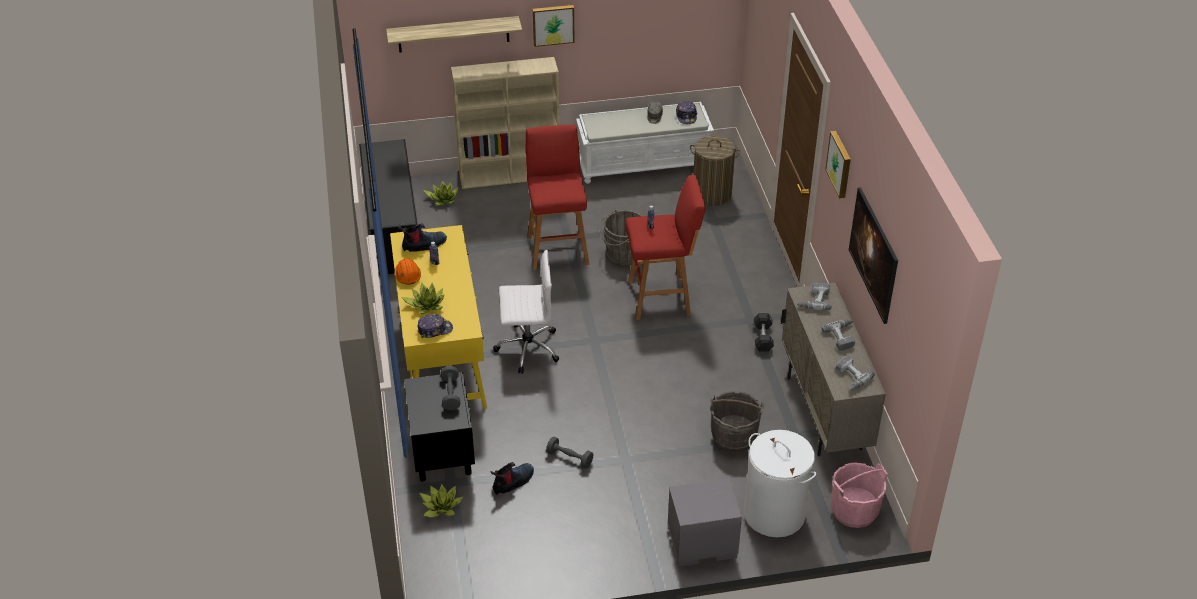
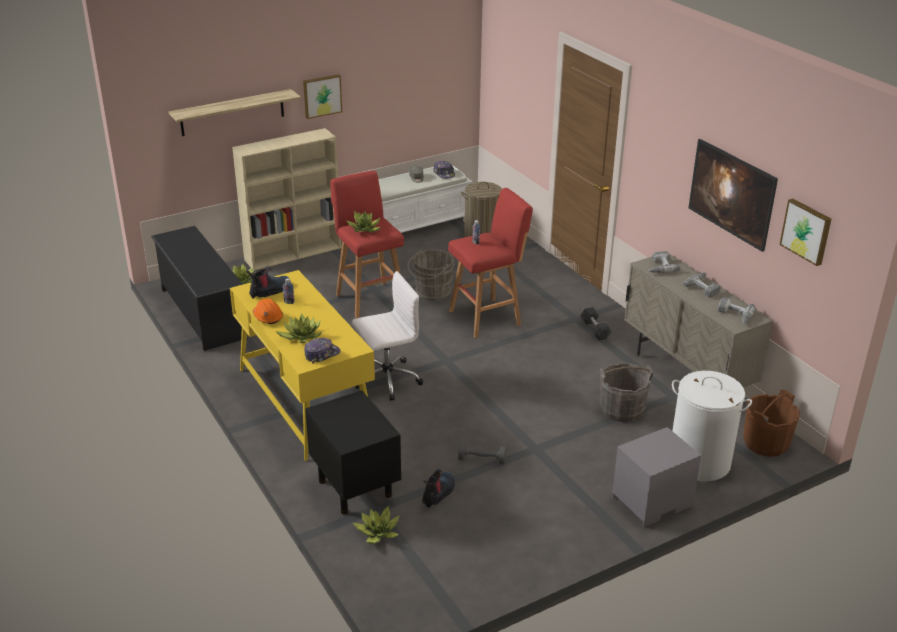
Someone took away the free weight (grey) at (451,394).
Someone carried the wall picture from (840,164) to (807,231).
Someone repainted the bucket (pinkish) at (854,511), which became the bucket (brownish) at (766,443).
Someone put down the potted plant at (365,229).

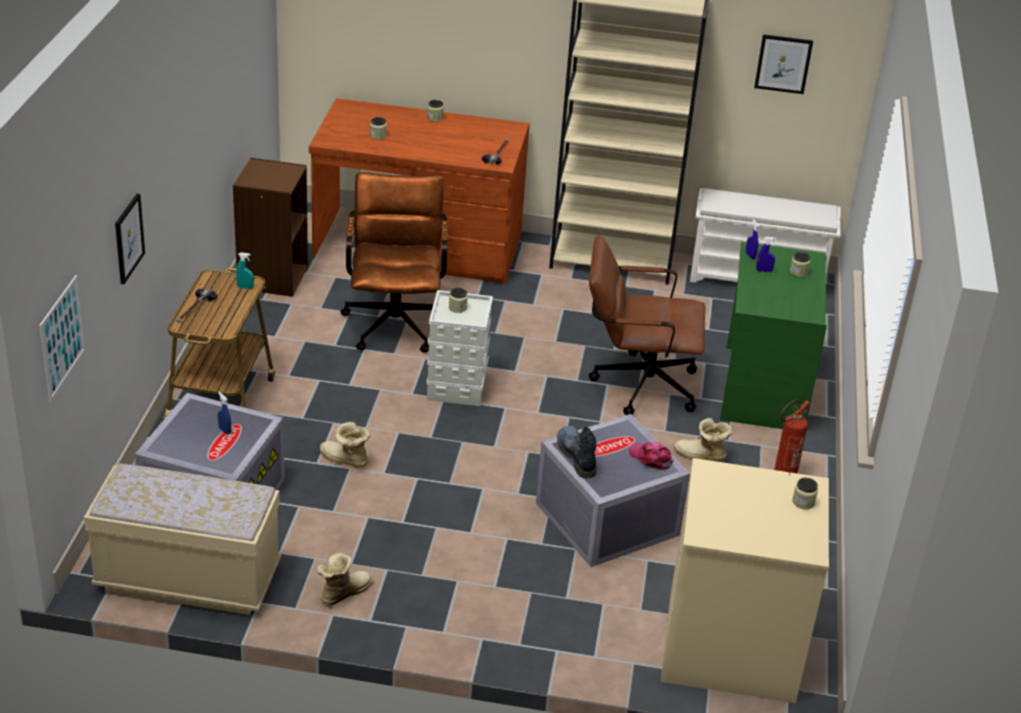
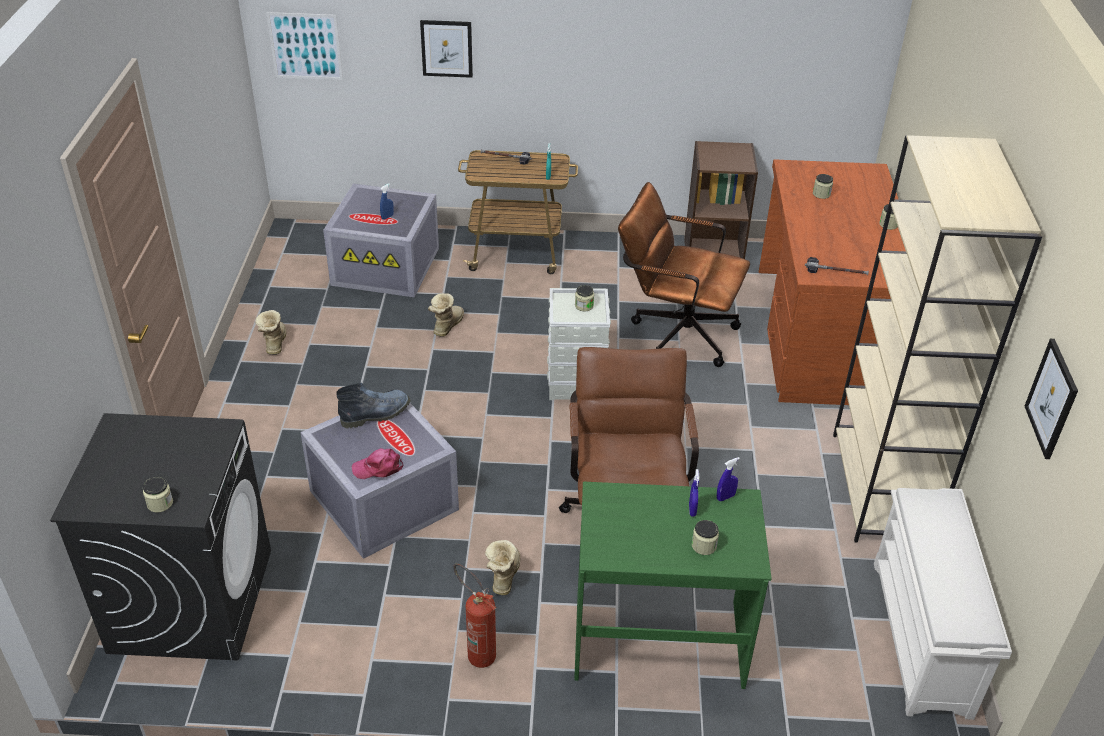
Someone took away the bench (beige) at (188,579).
Someone rotated the boot at (343,592) by 135 degrees counterclockwise.
Someone rotated the desk chair (brownish) at (395,320) by 150 degrees counterclockwise.
Someone rotated the baseball cap (pinkish) at (651,458) by 135 degrees counterclockwise.
Someone repainted the laundry machine (beige) at (729,647), which became the laundry machine (black-coloured) at (192,599).

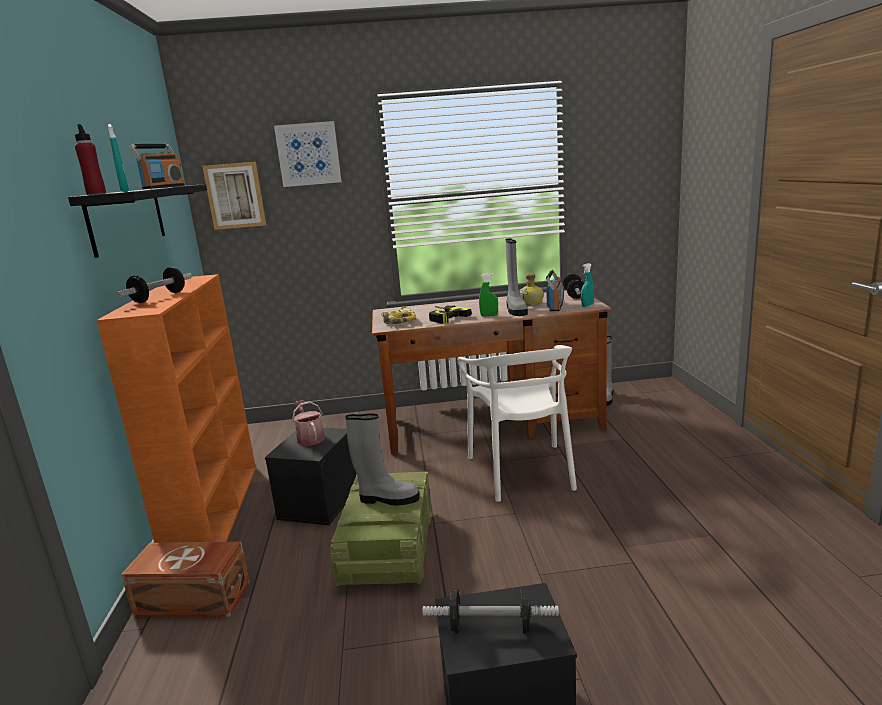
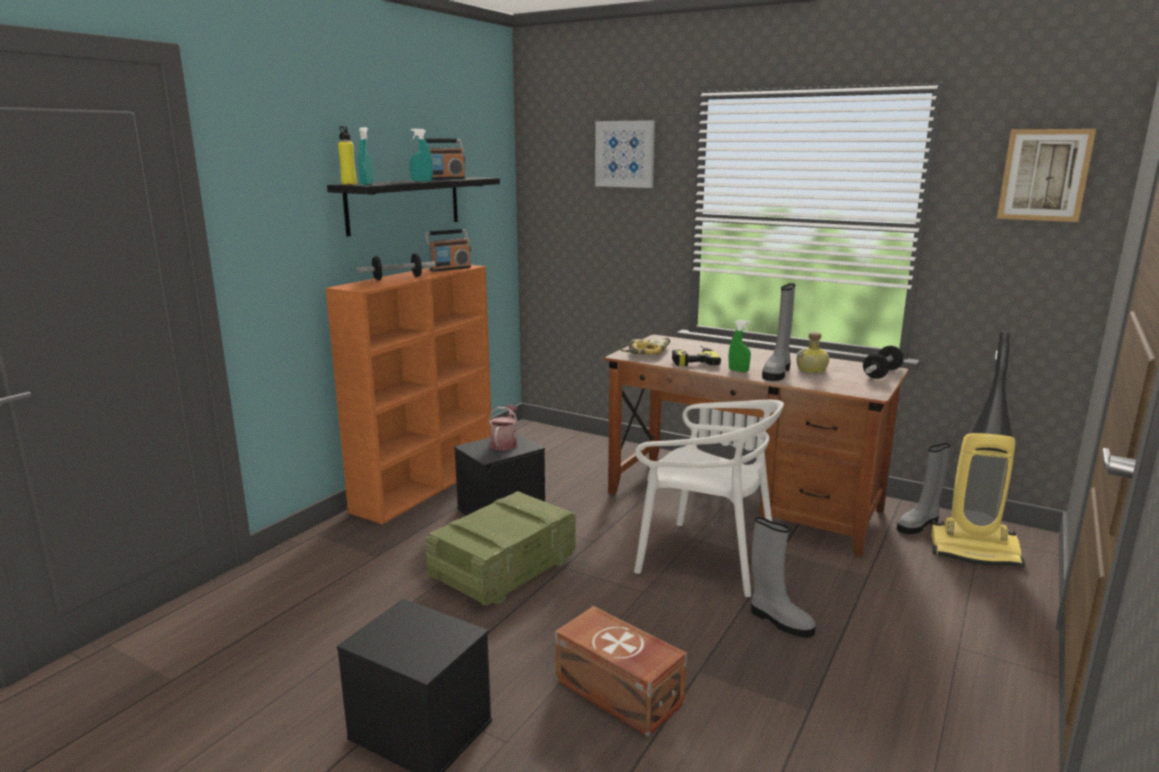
Someone repainted the bottle (red) at (96,194), which became the bottle (yellow-coloured) at (349,184).
Someone carried the storage container (brownish) from (193,599) to (619,693).
Someone carried the wall picture from (235,195) to (1044,175).
Someone carried the boot (grey) from (387,499) to (779,621).
Someone took away the free weight at (491,627).
Someone rotated the upright chair (white-coloured) at (522,471) by 90 degrees counterclockwise.
Someone carried the radio receiver from (555,306) to (450,269).
Someone carried the spray bottle (turquoise-coloured) from (587,305) to (422,181).
Someone put down the hoover at (974,550).

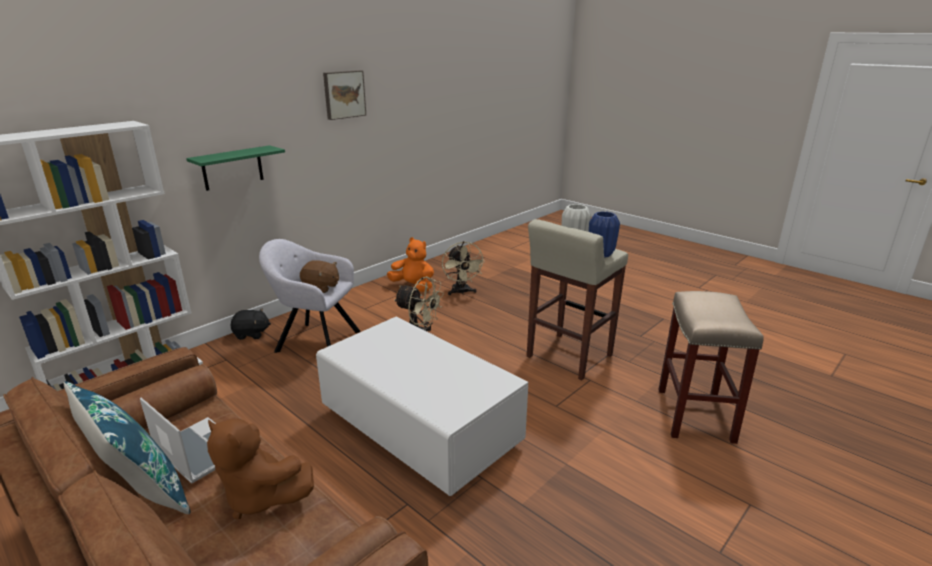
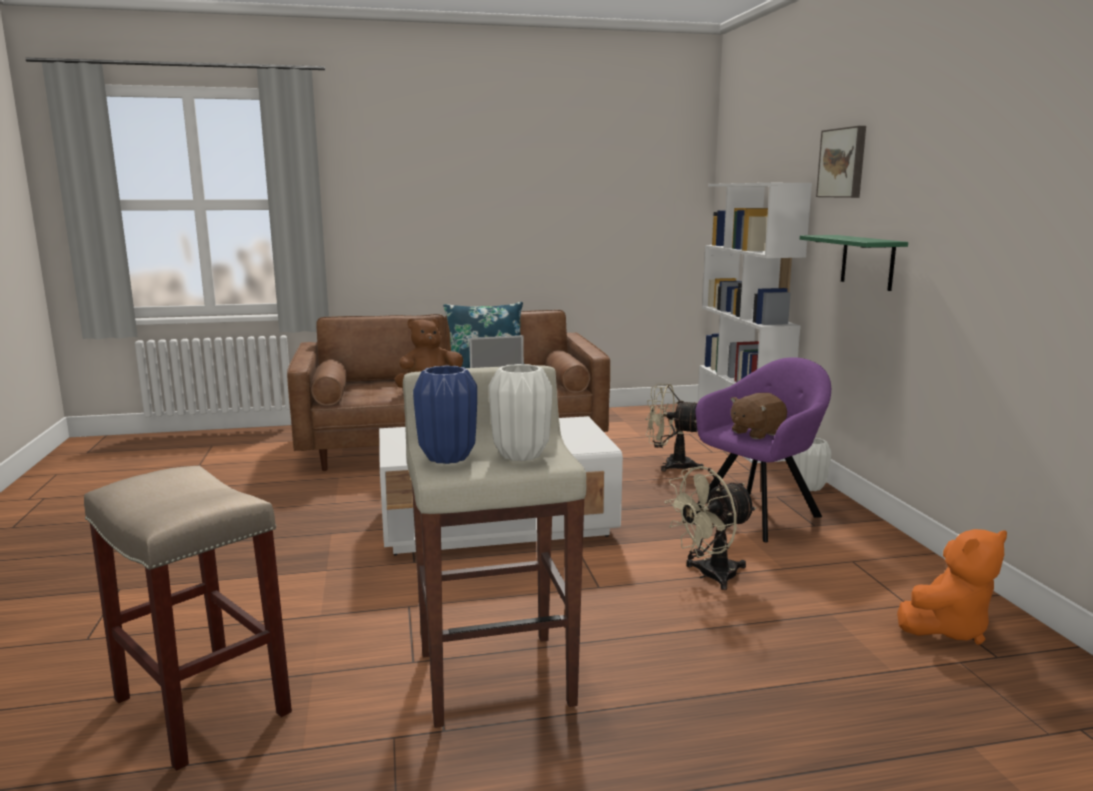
Someone swapped the plush toy (black-coloured) at (251,334) for the flower vase (white-coloured) at (810,487).
Someone repainted the armchair (grey) at (315,340), which became the armchair (purple) at (759,513).
Someone carried the wall picture from (344,94) to (843,163).
Someone carried the cooling fan (beige) from (461,292) to (670,465).

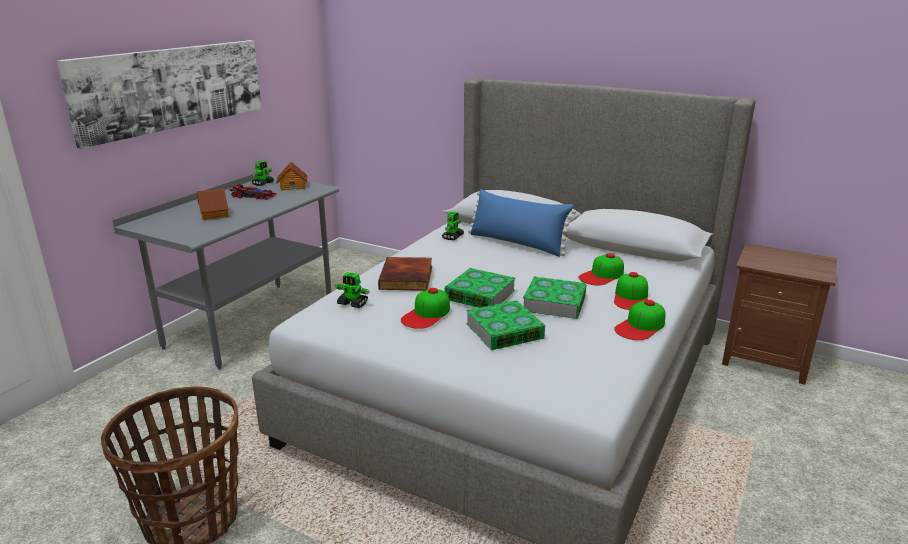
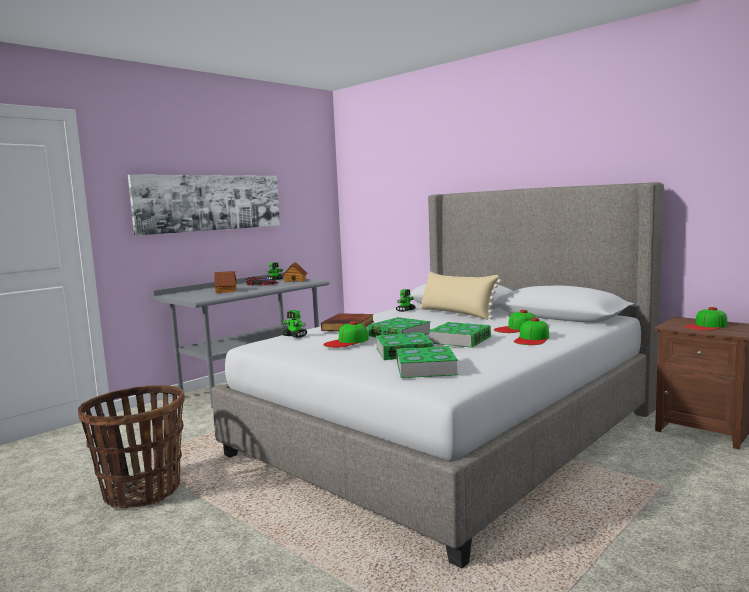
Someone repainted the pillow (blue-coloured) at (517,243), which became the pillow (beige) at (456,313).
Someone carried the baseball cap from (640,326) to (706,326).
Someone put down the volume at (426,368).

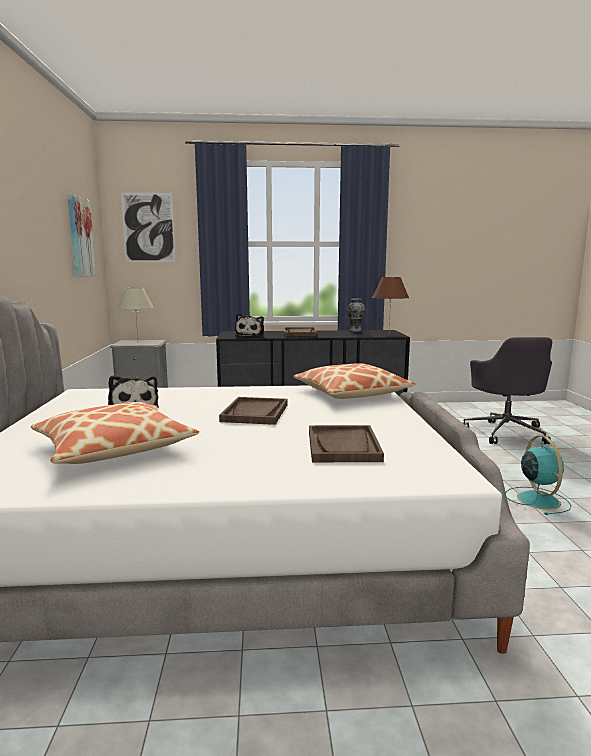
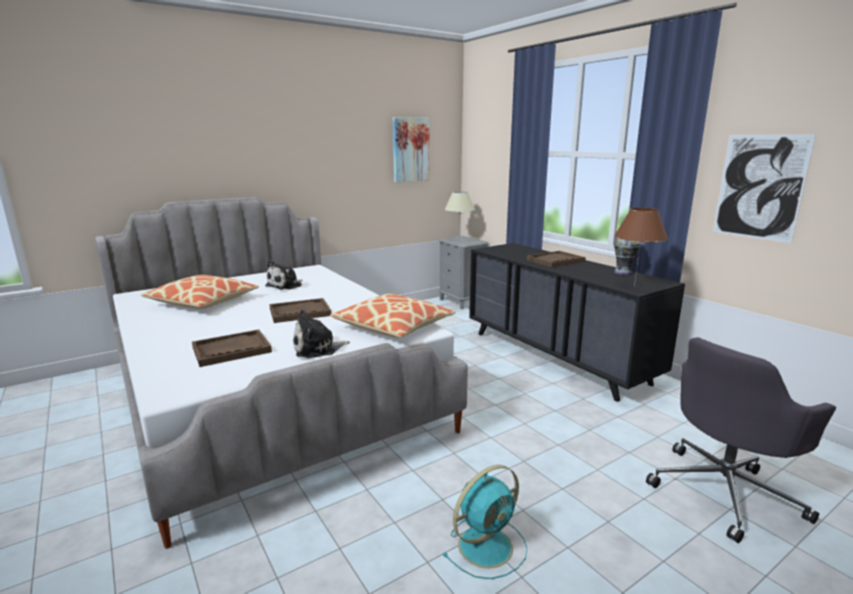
Someone carried the wall picture from (148,227) to (759,187).
Someone carried the plush toy from (251,335) to (317,348).

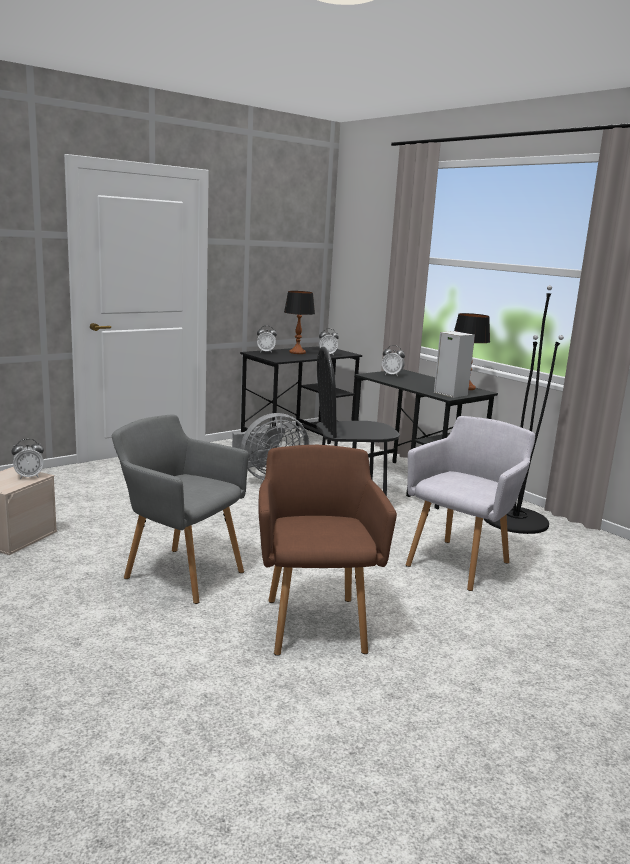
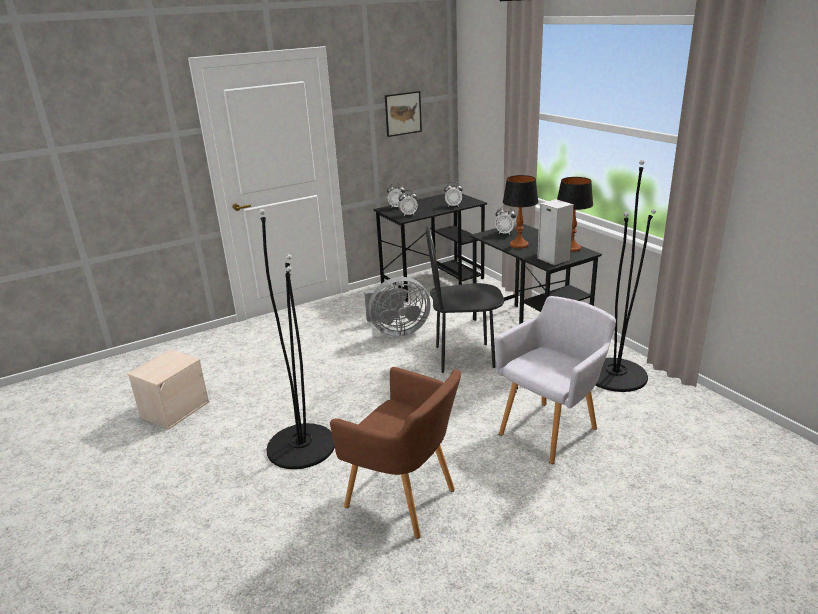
Someone carried the bedside clock from (29,477) to (408,215).
Someone swapped the armchair (grey) at (180,572) for the standard lamp (black-coloured) at (301,446).
Someone rotated the armchair (brownish) at (315,621) by 120 degrees clockwise.
Someone carried the tabletop lamp from (297,352) to (519,245).
Someone put up the wall picture at (403,113).

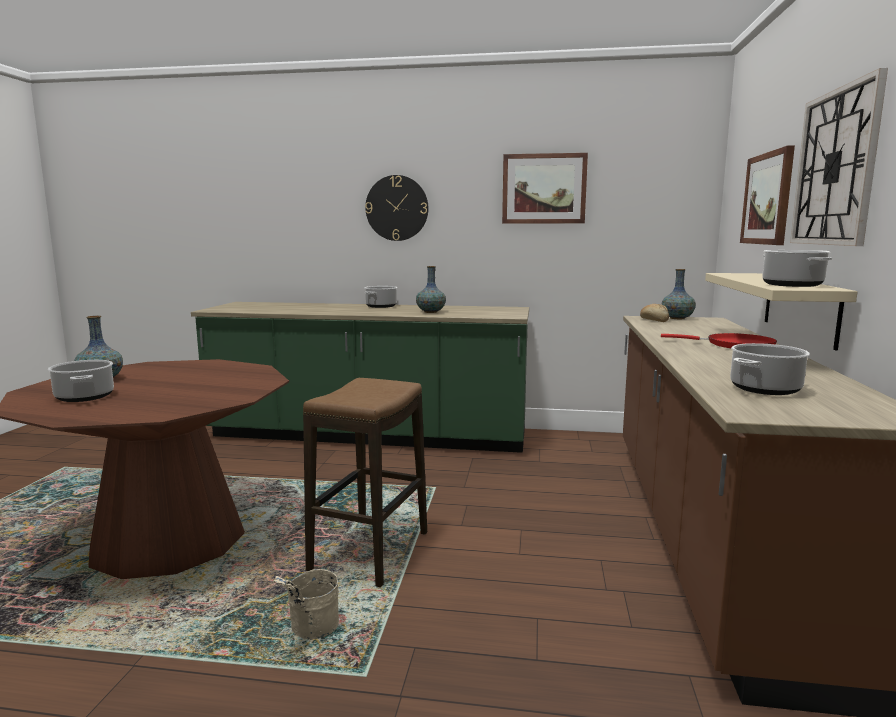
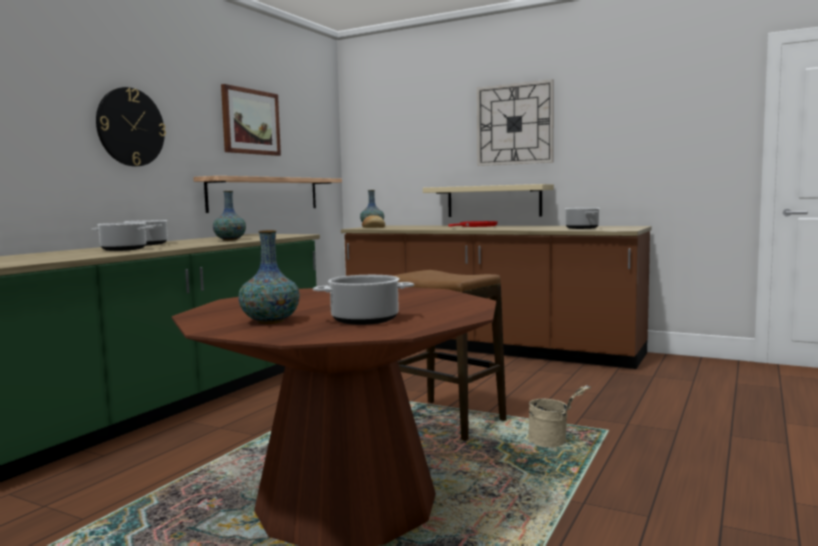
Someone took away the wall picture at (767,199).
Someone carried the saucepot from (793,285) to (124,249).
Someone put up the bracket shelf at (265,194).

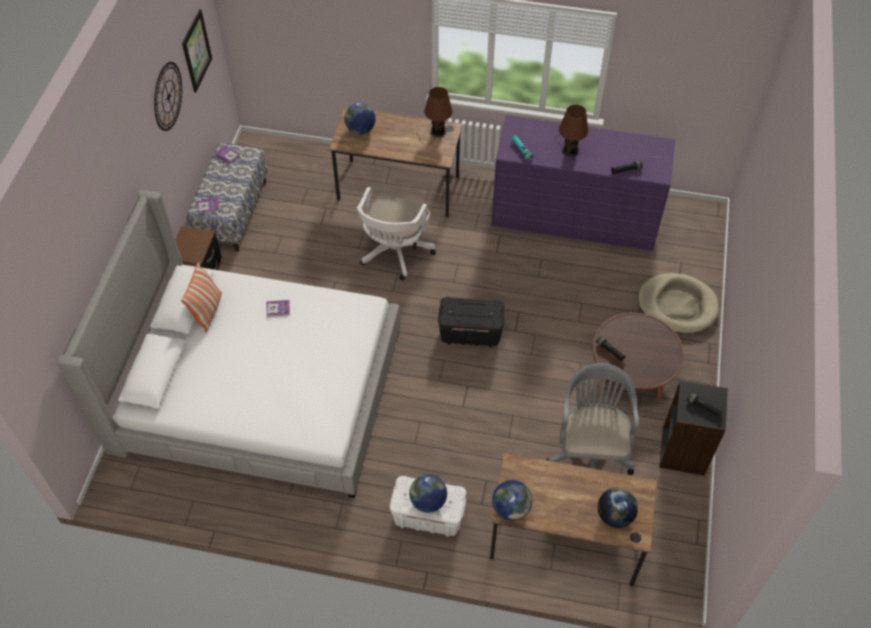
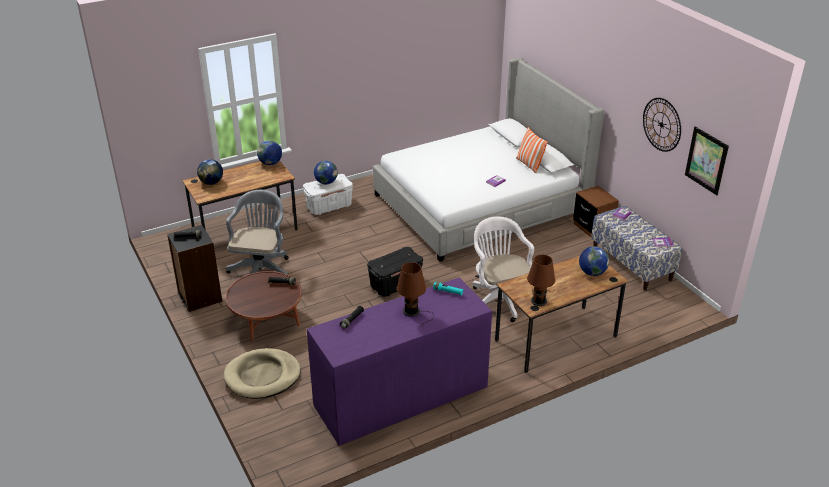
Someone rotated the desk chair (grey) at (590,451) by 135 degrees counterclockwise.

